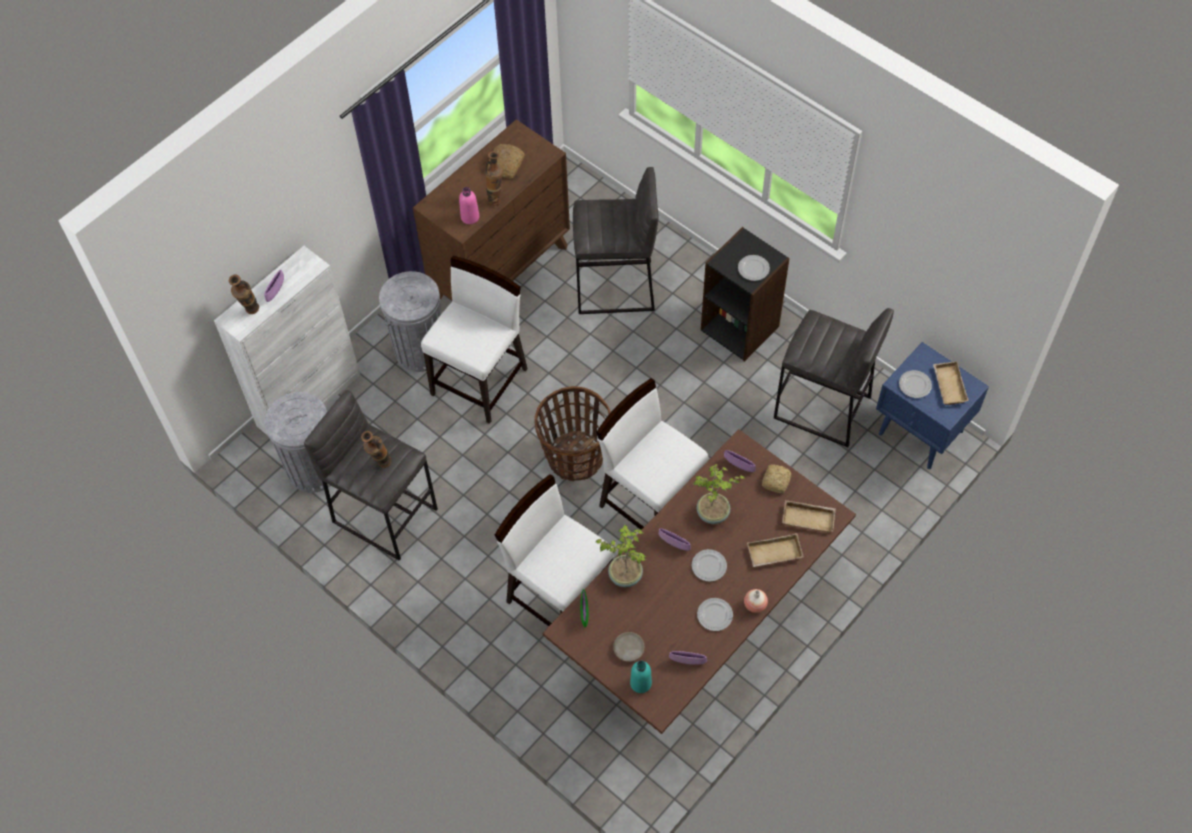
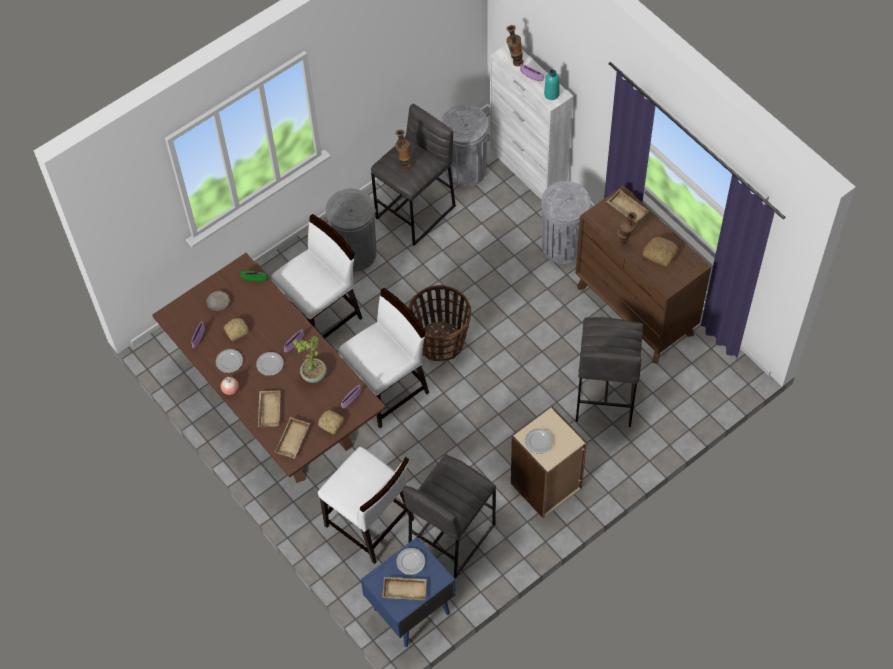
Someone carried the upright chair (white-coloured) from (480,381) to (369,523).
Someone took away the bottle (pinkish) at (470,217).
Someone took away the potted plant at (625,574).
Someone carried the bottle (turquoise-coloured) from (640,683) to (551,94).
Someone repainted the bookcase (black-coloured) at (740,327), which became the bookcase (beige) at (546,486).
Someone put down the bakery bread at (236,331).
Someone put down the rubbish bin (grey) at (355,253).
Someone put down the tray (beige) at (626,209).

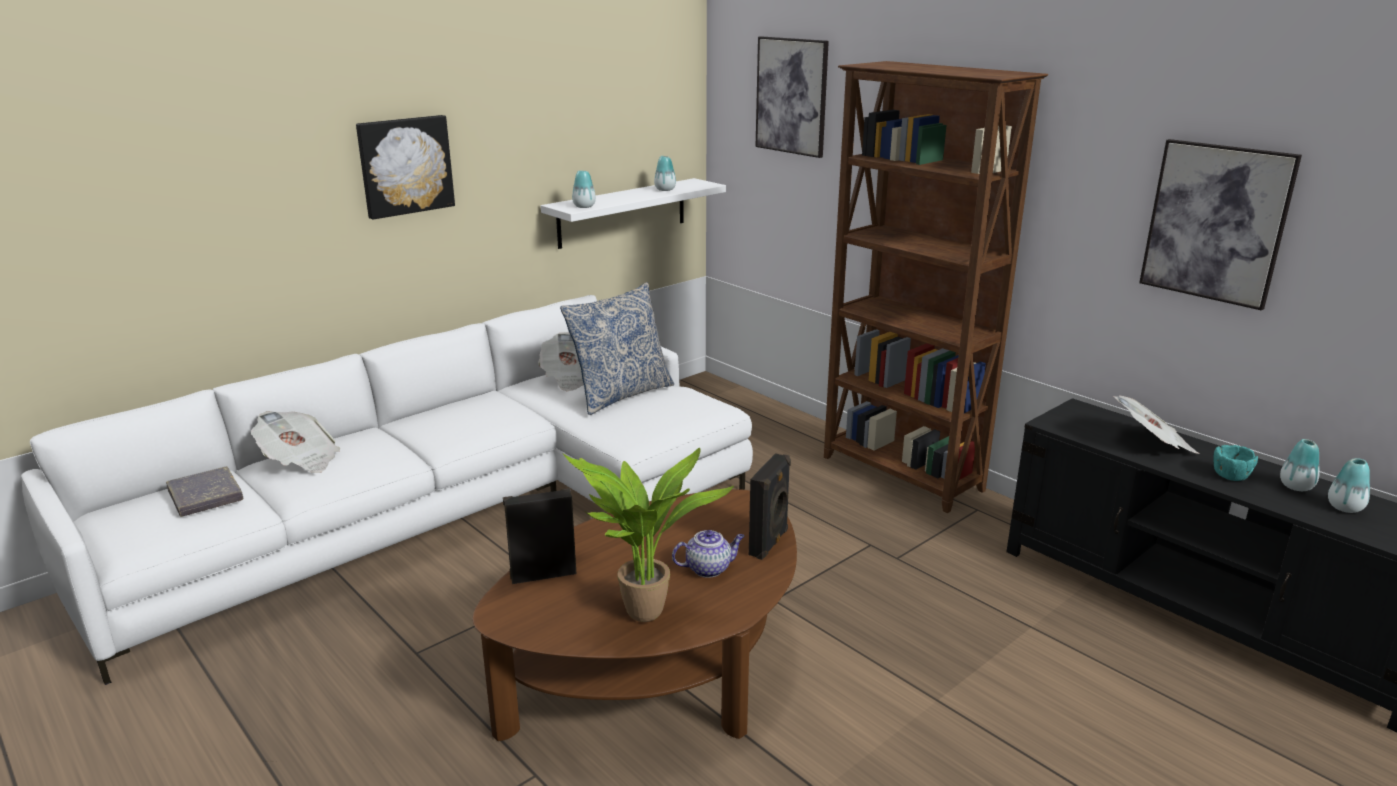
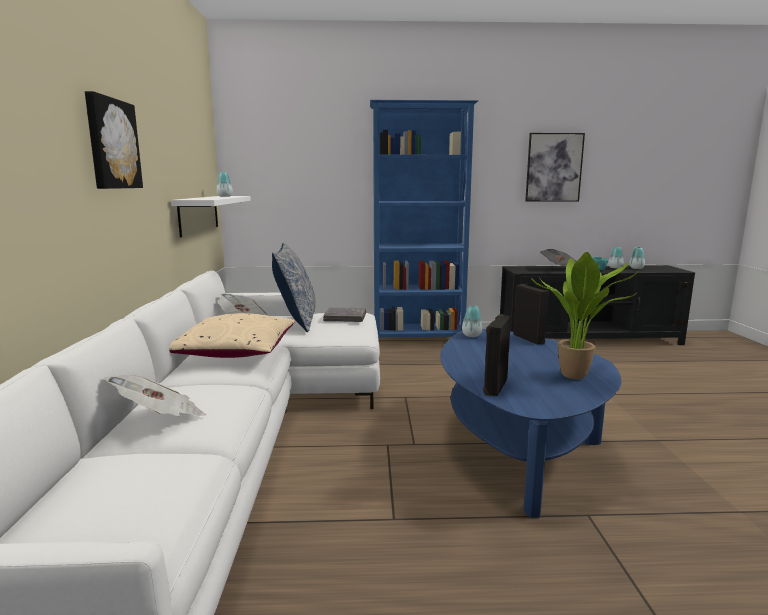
Someone carried the volume (grey) from (205,496) to (345,318).
Someone repainted the coffee table (brownish) at (658,671), which became the coffee table (blue-coloured) at (516,443).
Someone carried the flower vase from (584,206) to (471,335).
Someone took away the teapot at (709,568).
Someone took away the wall picture at (792,96).
Someone repainted the bookcase (brownish) at (902,474), which became the bookcase (blue-coloured) at (419,339).
Someone put down the pillow (beige) at (236,352).

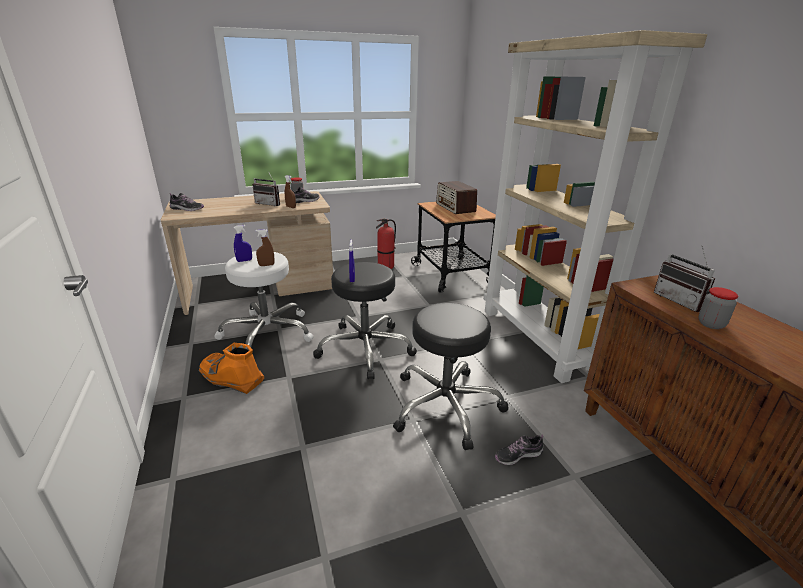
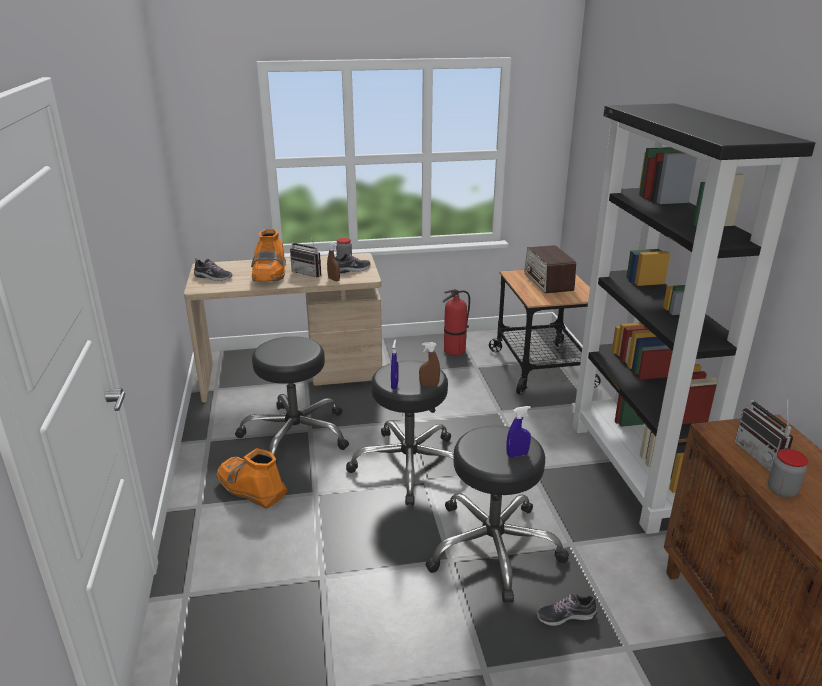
Someone repainted the sitting stool (white-coloured) at (267,333), which became the sitting stool (black-coloured) at (295,434).
Someone carried the spray bottle (blue-coloured) from (244,260) to (517,454).
Someone carried the spray bottle (brownish) from (266,265) to (429,385).
Someone repainted the bookcase (beige) at (538,339), which became the bookcase (black-coloured) at (634,472).
Someone put down the boot (orangey) at (270,275).

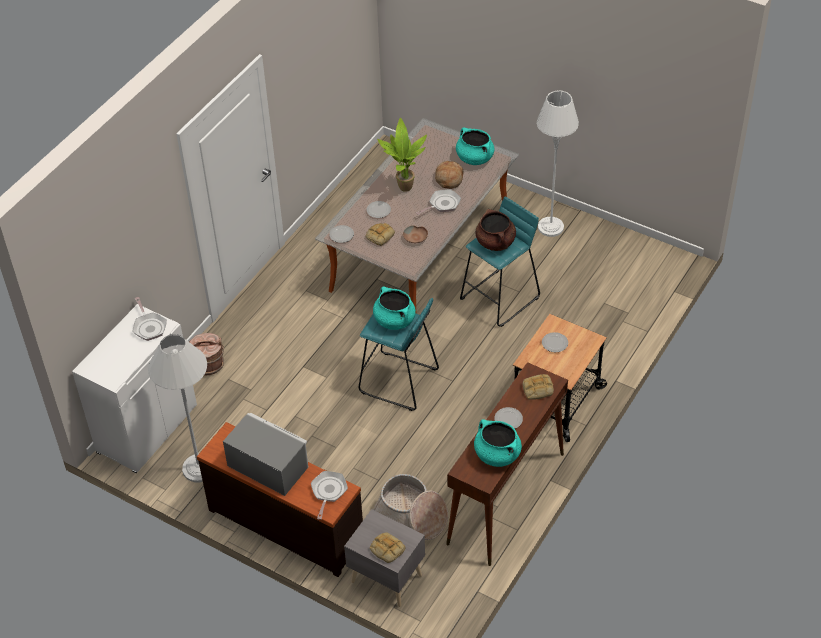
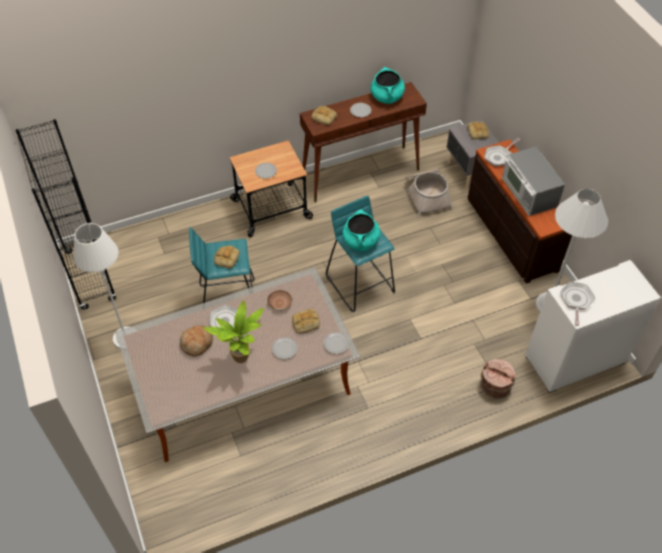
Someone took away the saucepot (turquoise-coloured) at (474,158).
Someone swapped the saucepot (brownish) at (495,242) for the bakery bread at (226,258).
Someone put down the bookcase (black-coloured) at (90,276).

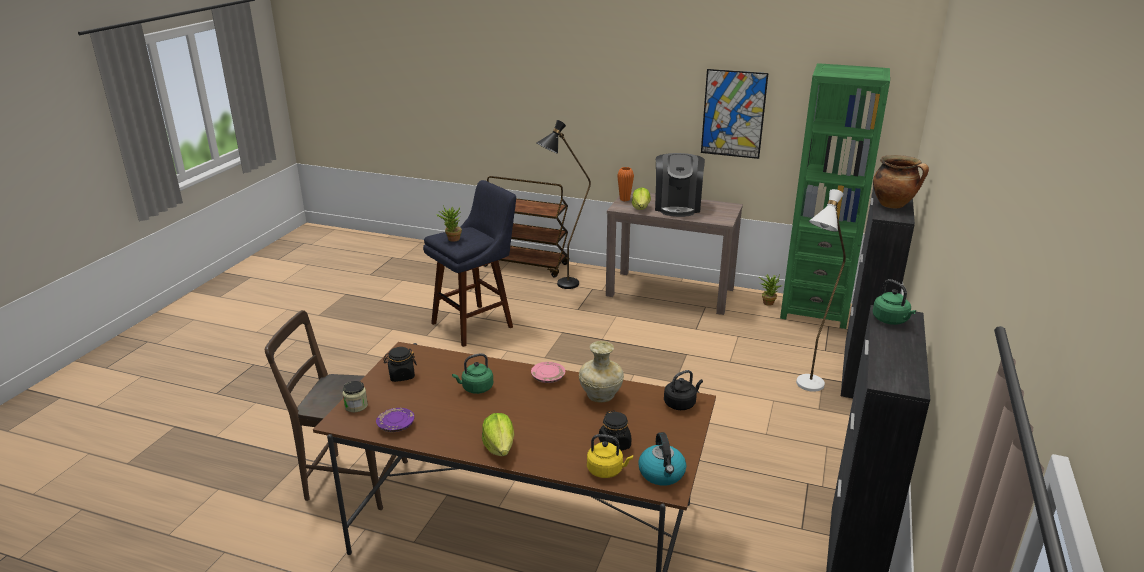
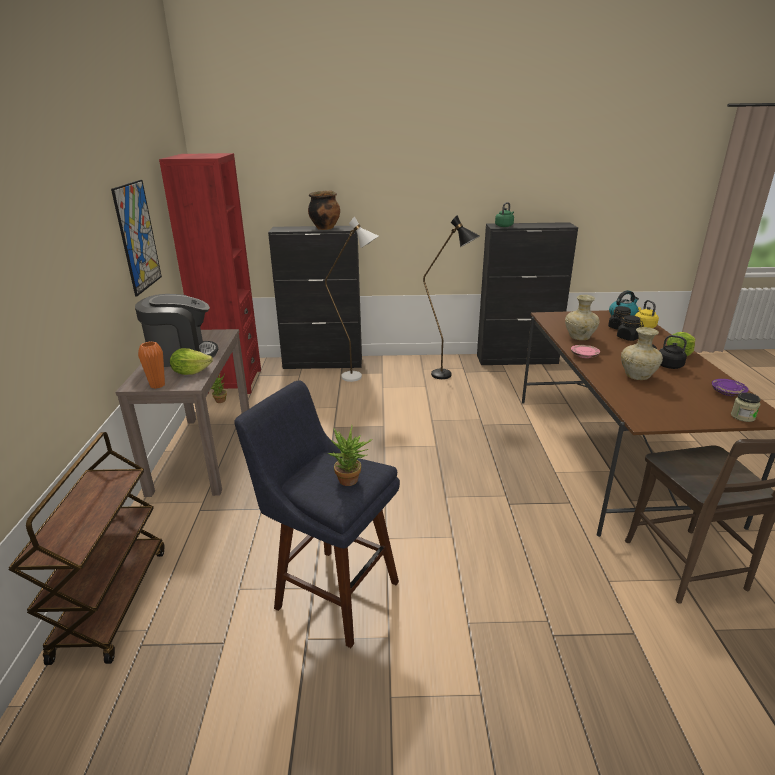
Someone carried the storage jar (black-coloured) from (401,375) to (628,338).
Someone swapped the tea kettle (green) at (476,388) for the flower vase (beige) at (638,376).
Someone carried the standard lamp (black-coloured) from (561,286) to (448,376).
Someone carried the tea kettle (black-coloured) from (681,403) to (667,365).
Someone repainted the bookcase (green) at (814,311), which became the bookcase (red) at (232,381).

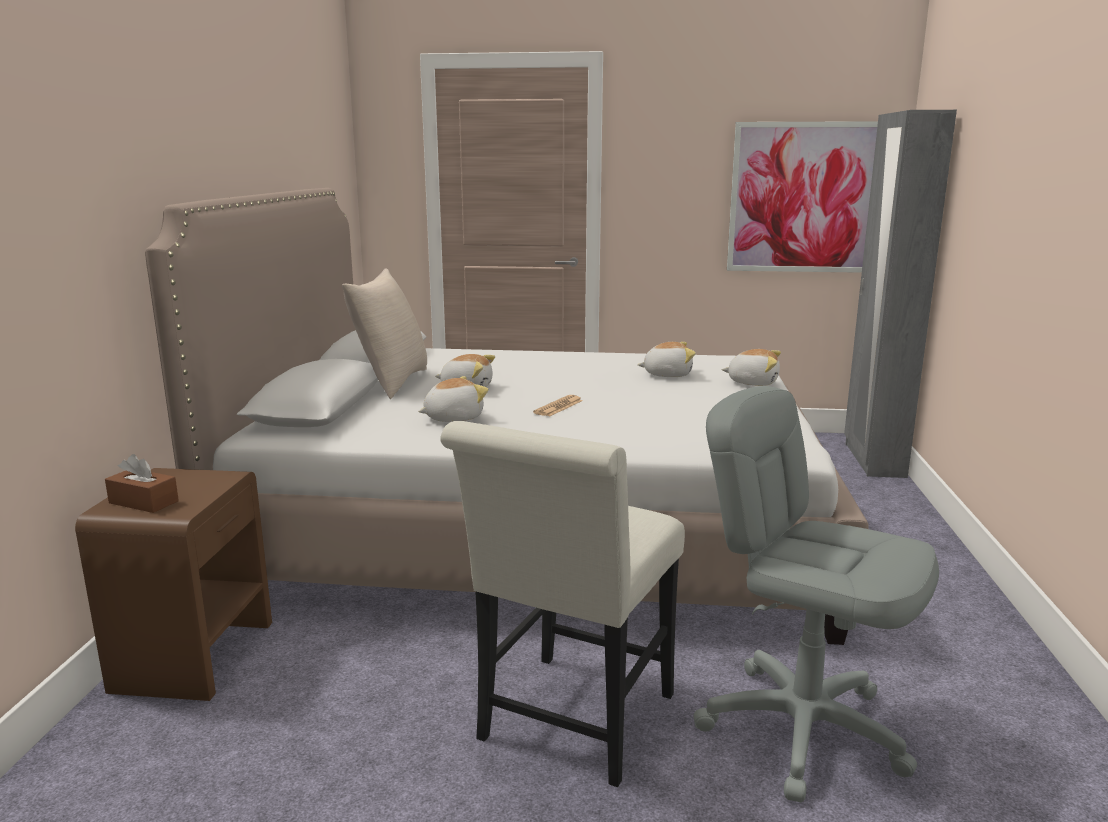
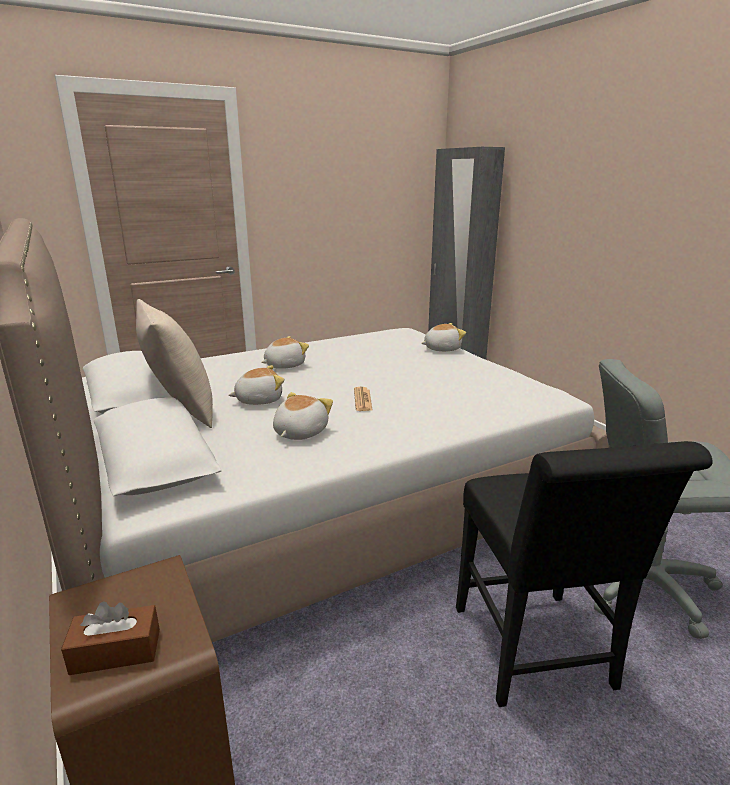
Someone repainted the upright chair (white-coloured) at (571,725), which became the upright chair (black-coloured) at (537,655).
Someone carried the plush toy from (667,374) to (284,365).
Someone took away the wall picture at (804,198).

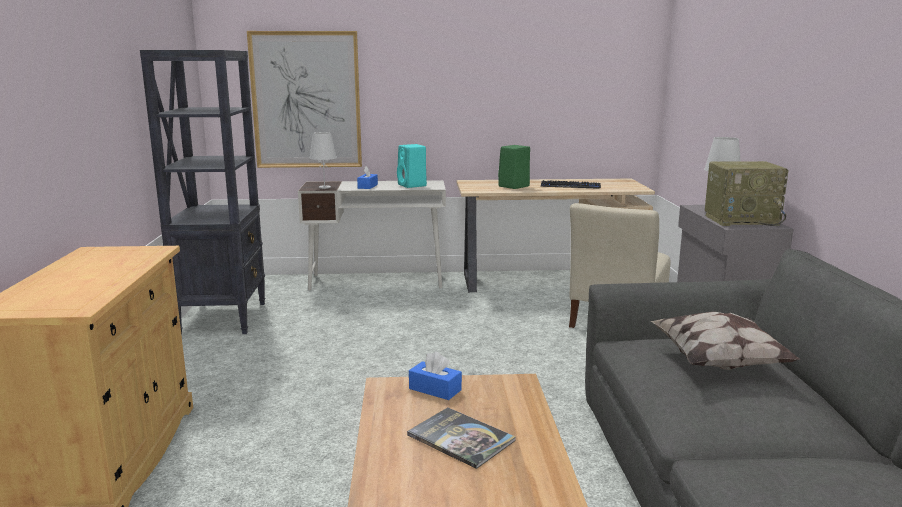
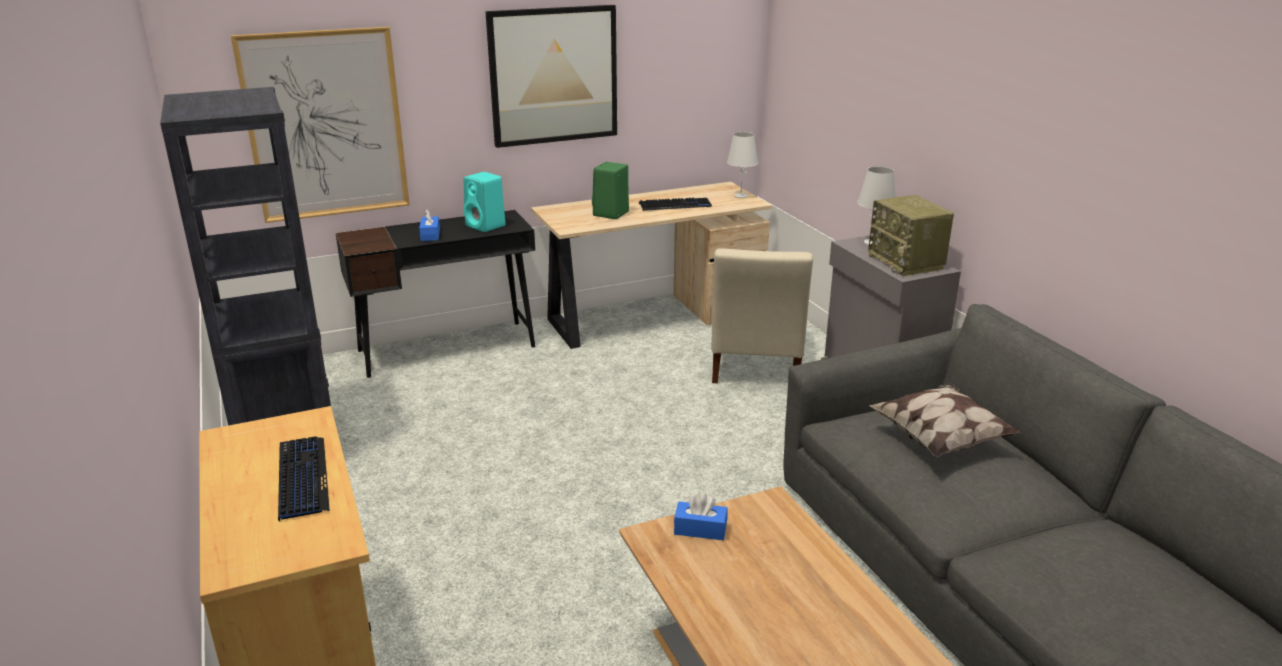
Someone repainted the desk (white-coloured) at (377,281), which became the desk (black-coloured) at (448,348).
Someone carried the tabletop lamp (white-coloured) from (324,187) to (740,196).
Someone took away the volume at (461,438).
Someone rotated the radio receiver at (742,220) by 90 degrees clockwise.
Someone put down the computer keyboard at (302,478).
Someone put up the wall picture at (553,75).

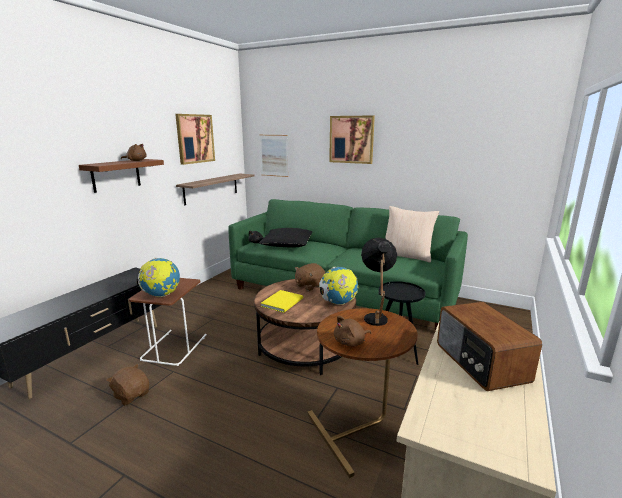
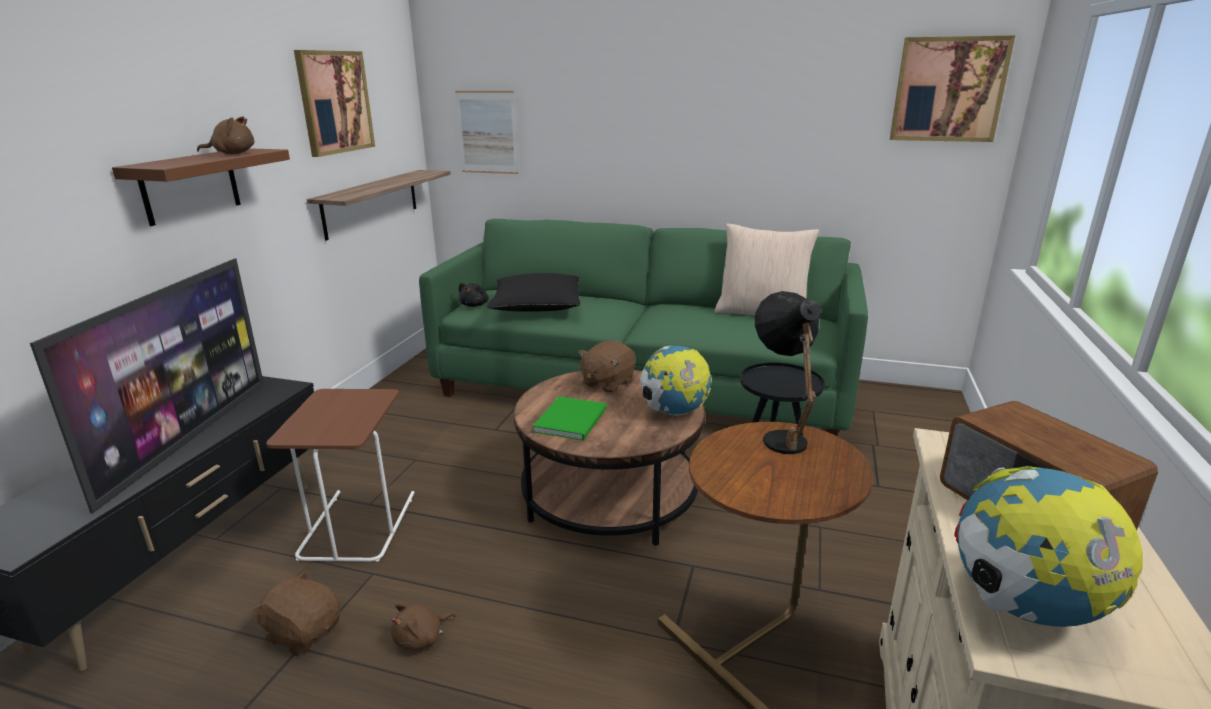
Someone carried the world globe from (161,295) to (1022,607).
Someone repainted the volume (yellow-coloured) at (283,302), which became the volume (green) at (573,419).
Someone carried the wall picture from (351,139) to (948,89).
Someone carried the plush toy (brownish) from (351,342) to (421,638).
Someone put down the TV at (188,438).

